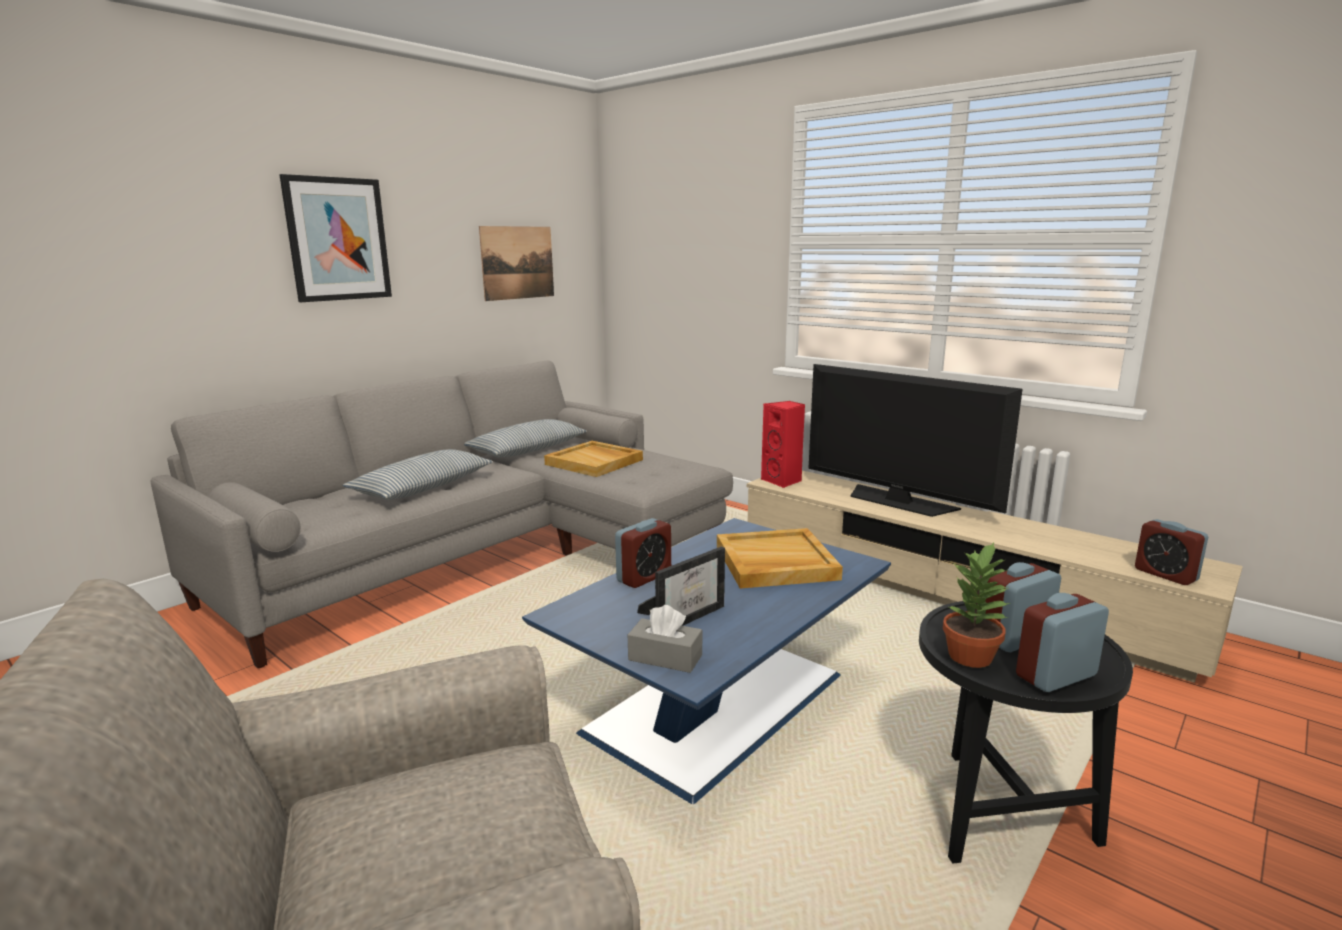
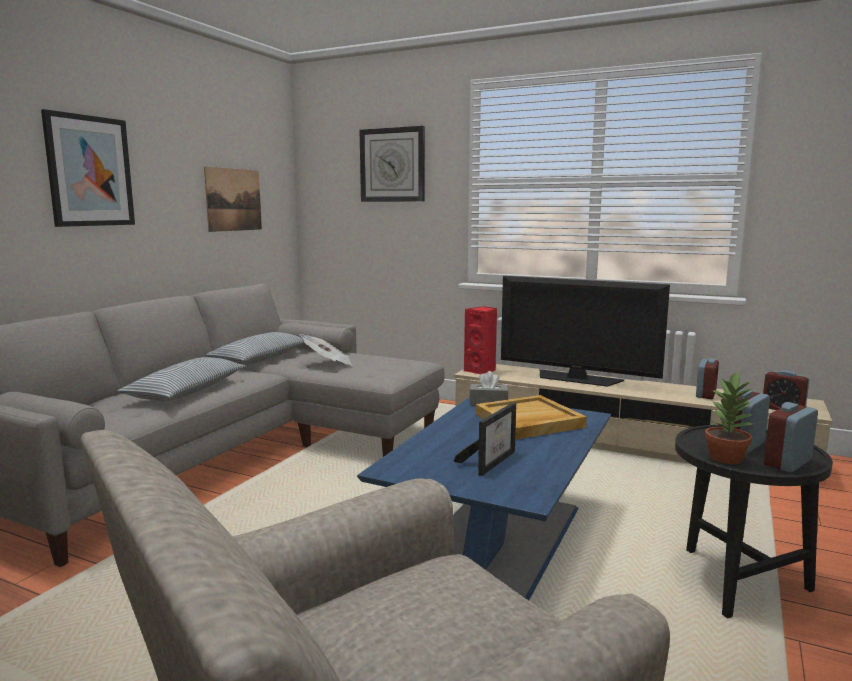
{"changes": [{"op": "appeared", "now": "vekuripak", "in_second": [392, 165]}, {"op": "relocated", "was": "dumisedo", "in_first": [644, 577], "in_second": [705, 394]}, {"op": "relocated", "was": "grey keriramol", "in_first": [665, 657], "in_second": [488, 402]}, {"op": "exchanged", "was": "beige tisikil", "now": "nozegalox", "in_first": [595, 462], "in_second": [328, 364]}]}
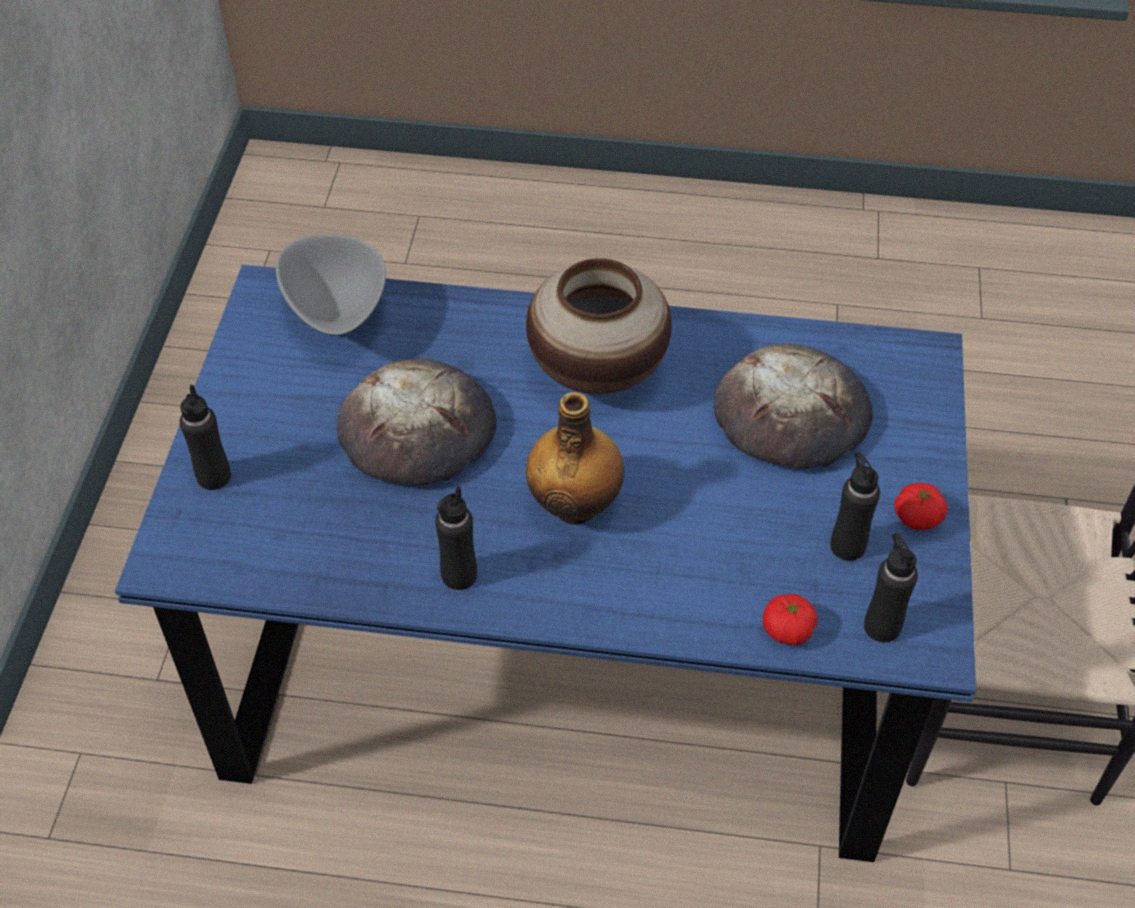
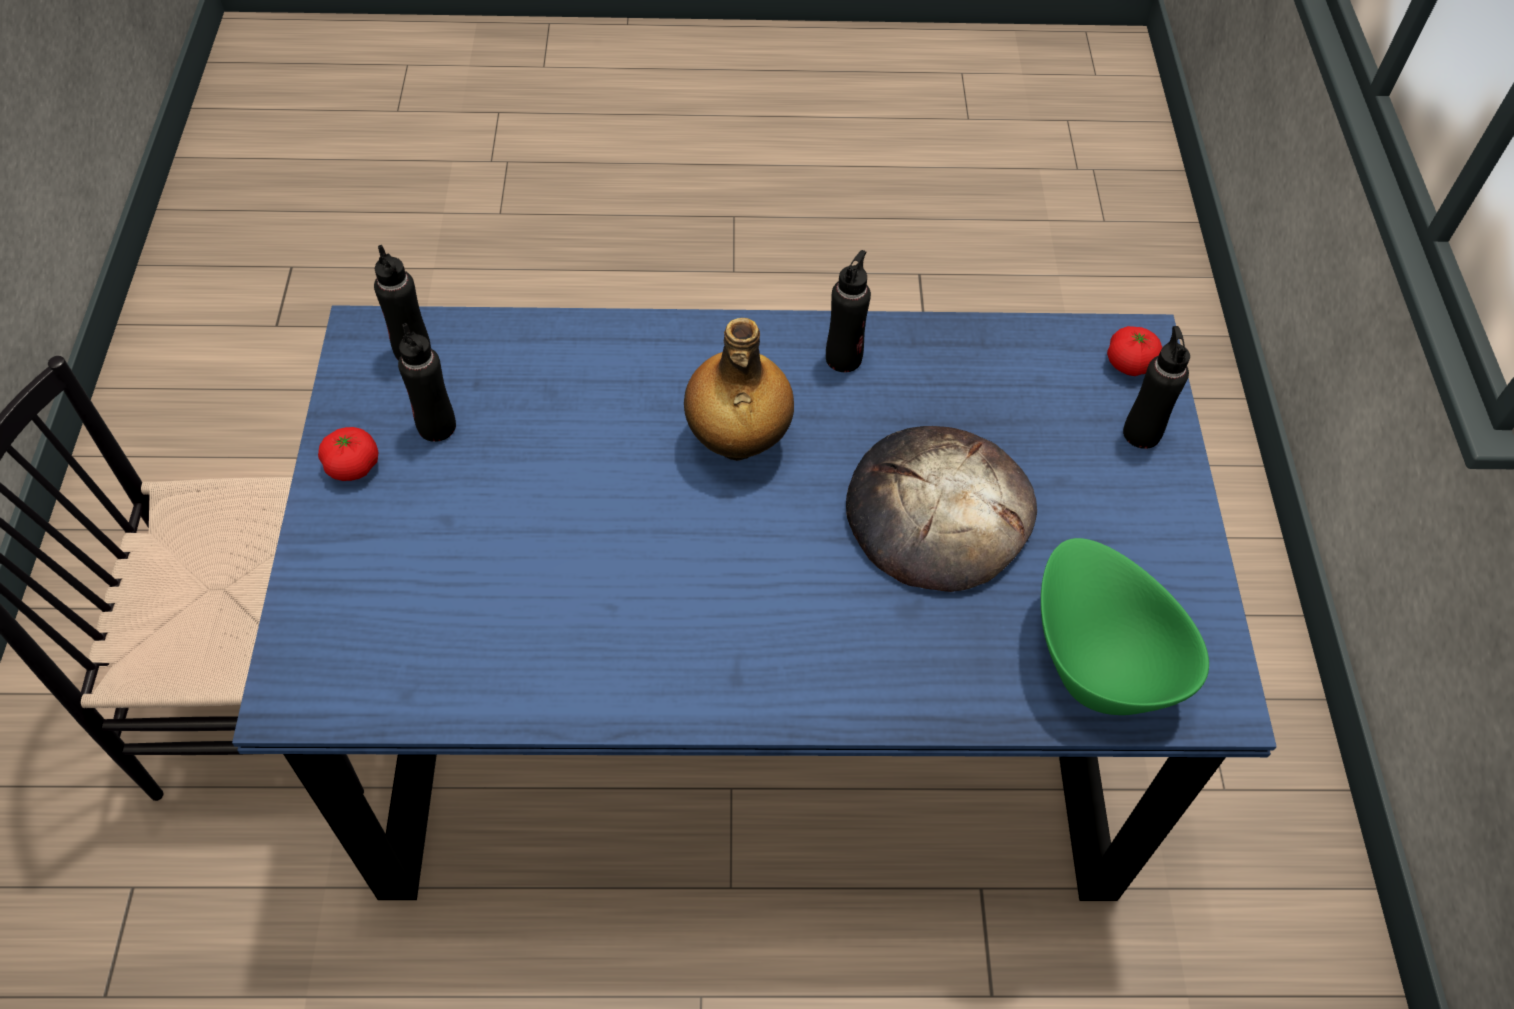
{"changes": [{"op": "missing", "was": "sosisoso", "in_first": [598, 372]}, {"op": "missing", "was": "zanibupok", "in_first": [792, 414]}, {"op": "relocated", "was": "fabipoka", "in_first": [787, 630], "in_second": [1129, 363]}, {"op": "colour", "was": "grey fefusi", "now": "green fefusi", "in_first": [337, 320], "in_second": [1099, 661]}]}
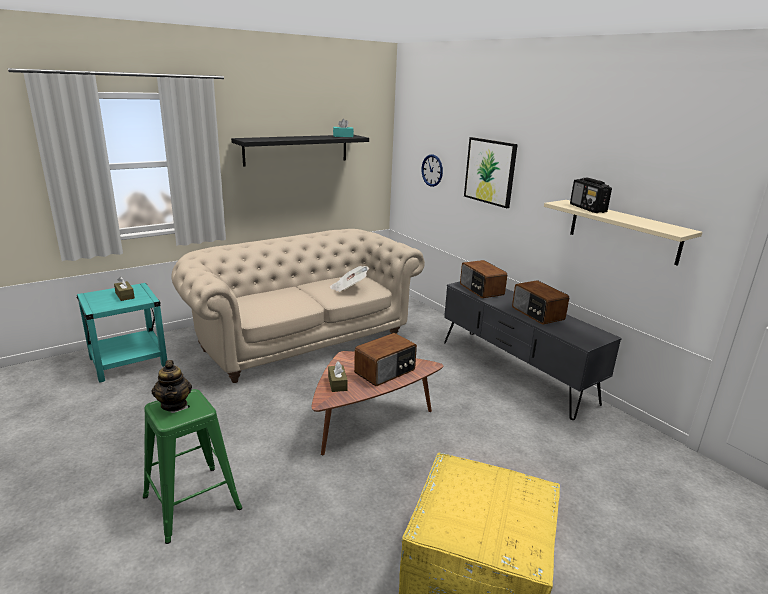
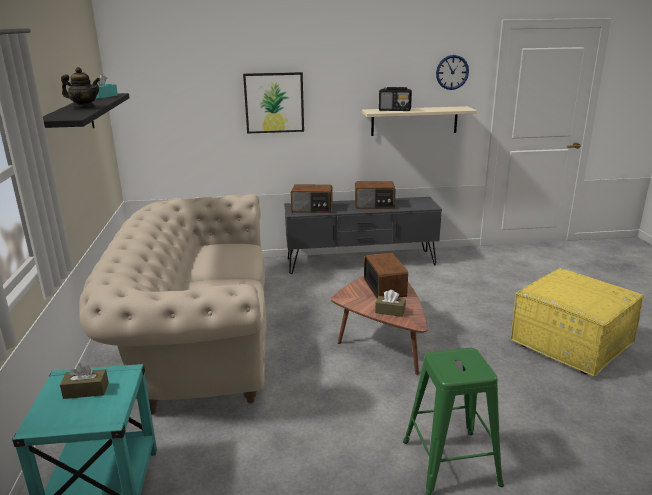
{"changes": [{"op": "missing", "was": "nozegalox", "in_first": [348, 288]}, {"op": "relocated", "was": "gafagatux", "in_first": [174, 404], "in_second": [84, 107]}, {"op": "relocated", "was": "vekuripak", "in_first": [432, 170], "in_second": [452, 72]}]}
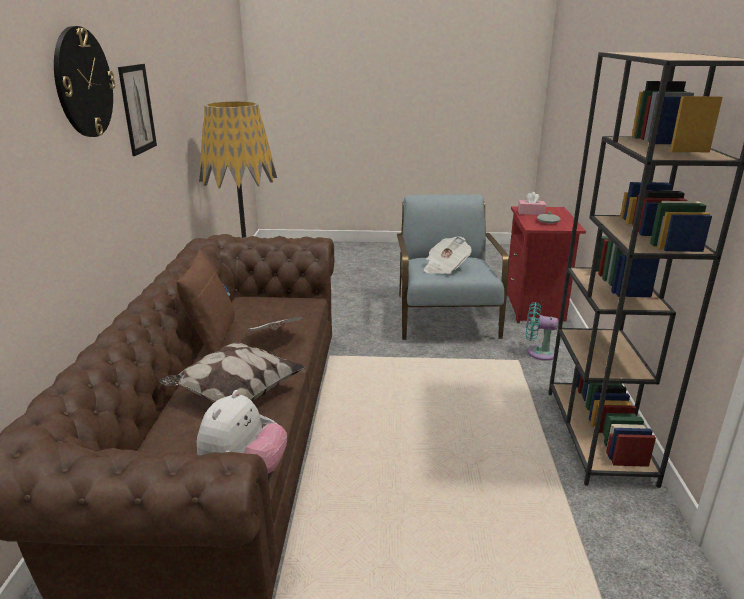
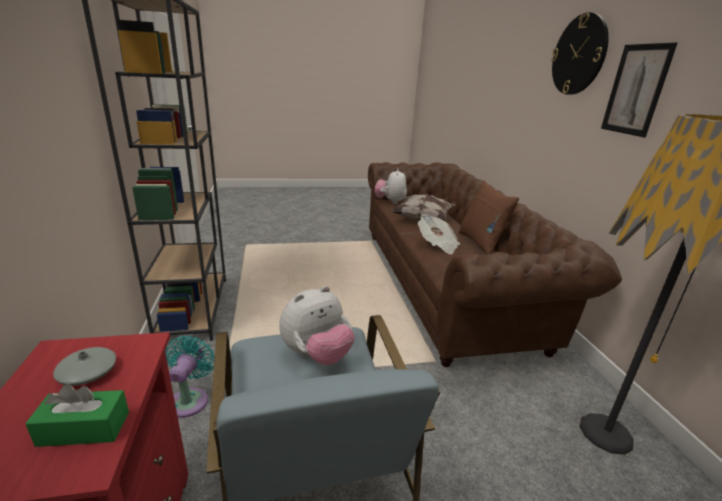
{"changes": [{"op": "exchanged", "was": "nozegalox", "now": "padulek", "in_first": [445, 268], "in_second": [317, 355]}, {"op": "colour", "was": "pink keriramol", "now": "green keriramol", "in_first": [531, 213], "in_second": [84, 428]}, {"op": "spun", "was": "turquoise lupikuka", "in_first": [538, 352], "in_second": [190, 399], "clockwise": -90}]}
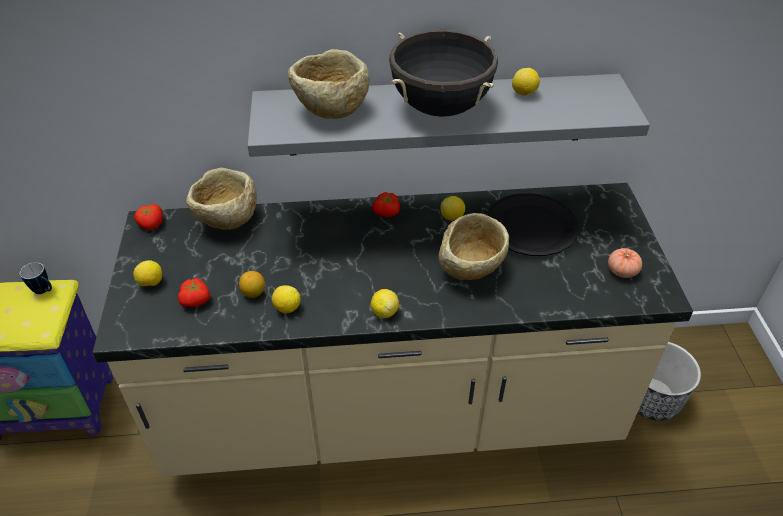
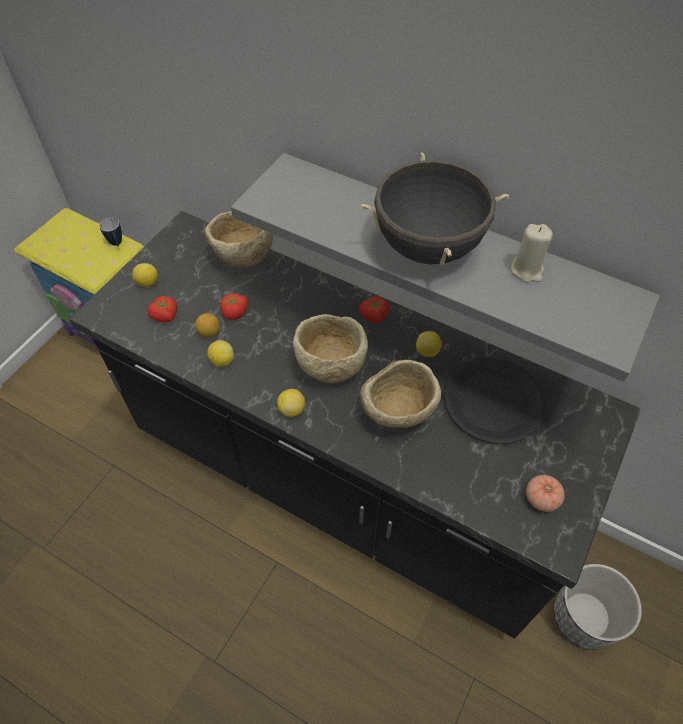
{"changes": [{"op": "relocated", "was": "fabipoka", "in_first": [150, 224], "in_second": [234, 312]}, {"op": "relocated", "was": "beige fefusi", "in_first": [331, 110], "in_second": [330, 365]}, {"op": "exchanged", "was": "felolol", "now": "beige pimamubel", "in_first": [524, 93], "in_second": [527, 270]}, {"op": "colour", "was": "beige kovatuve", "now": "black kovatuve", "in_first": [391, 414], "in_second": [341, 482]}]}
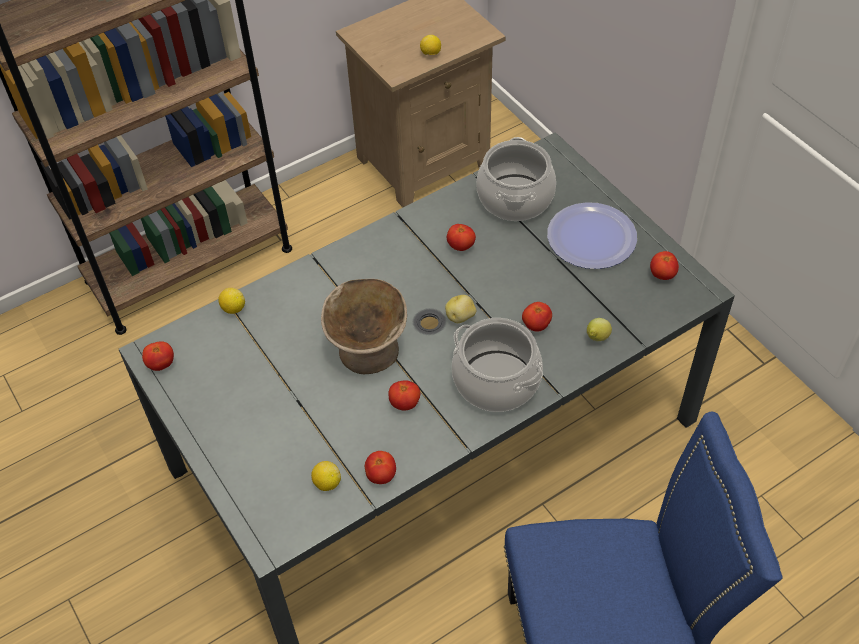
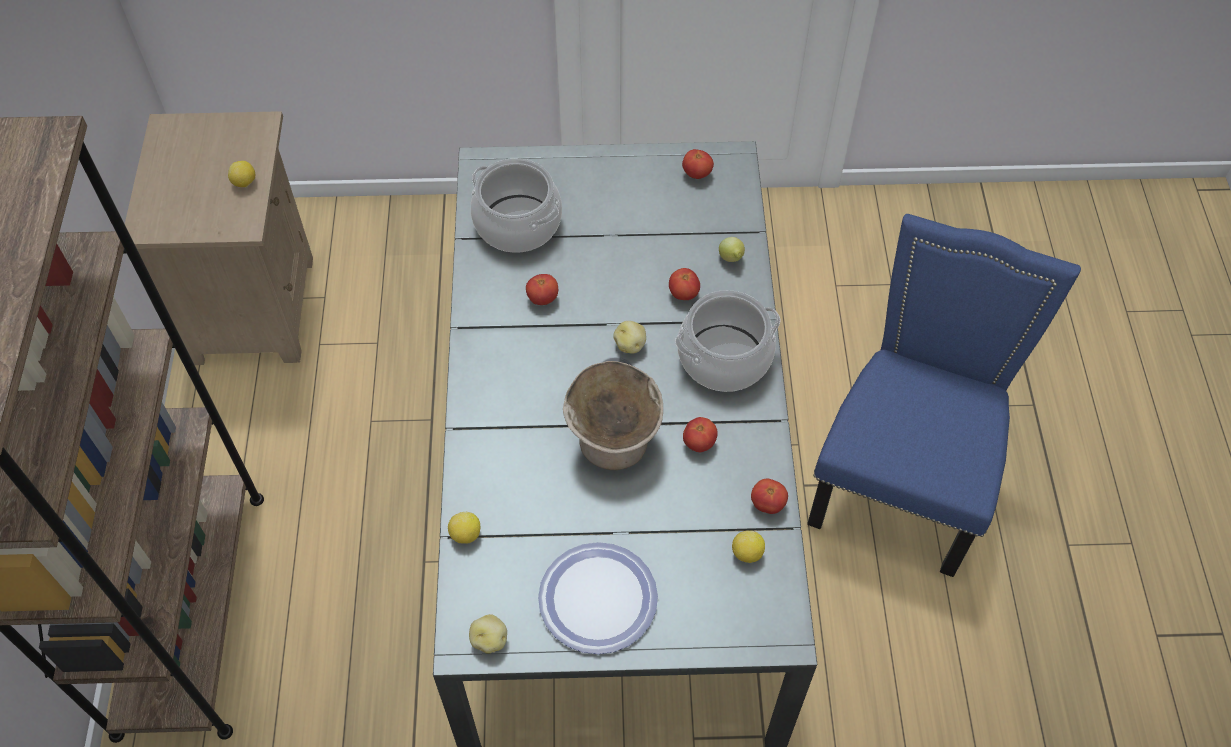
{"changes": [{"op": "relocated", "was": "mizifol", "in_first": [591, 237], "in_second": [597, 599]}, {"op": "exchanged", "was": "fabipoka", "now": "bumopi", "in_first": [161, 364], "in_second": [489, 639]}]}
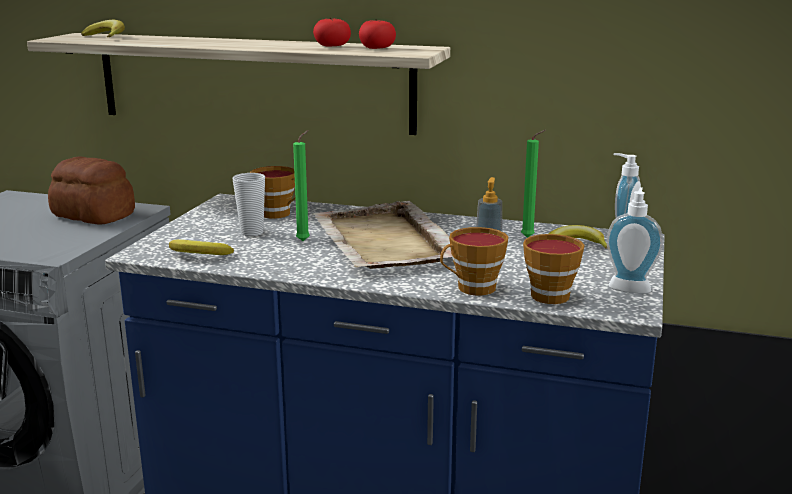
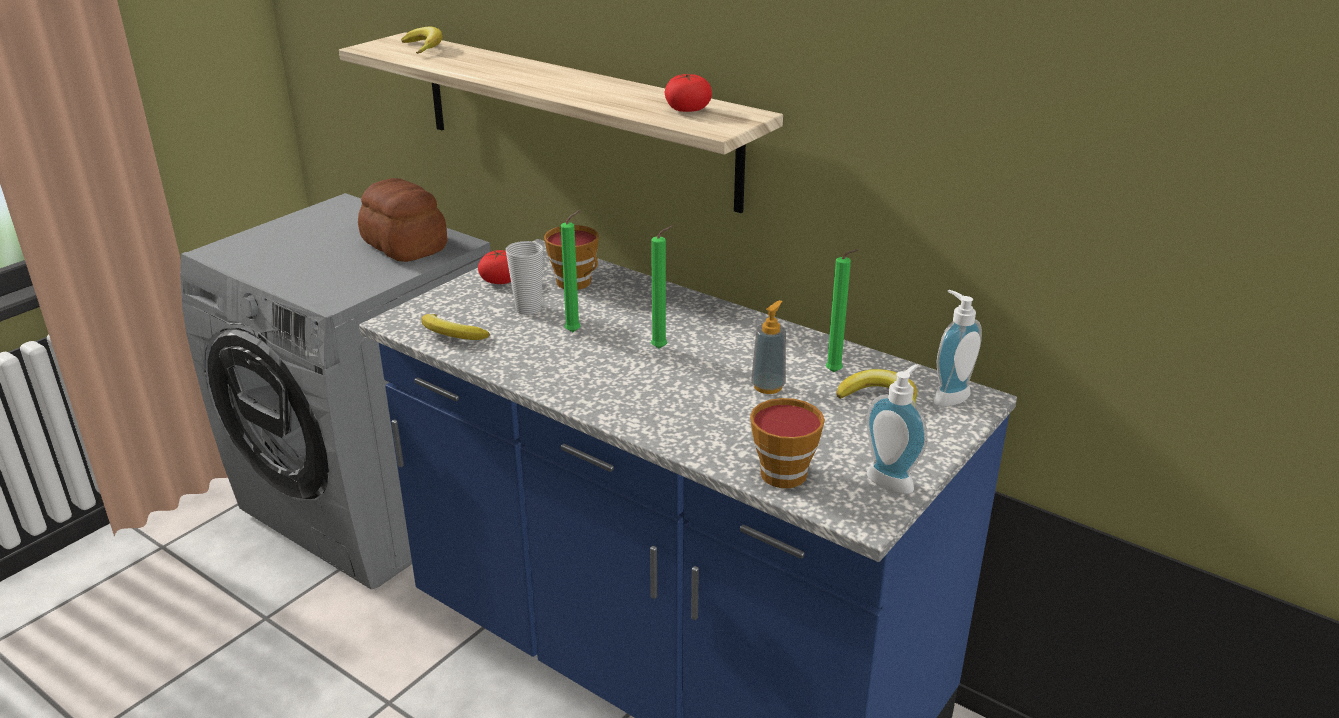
{"changes": [{"op": "missing", "was": "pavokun", "in_first": [472, 289]}, {"op": "relocated", "was": "fabipoka", "in_first": [332, 46], "in_second": [500, 281]}, {"op": "exchanged", "was": "beige tisikil", "now": "green pimamubel", "in_first": [385, 241], "in_second": [662, 348]}]}
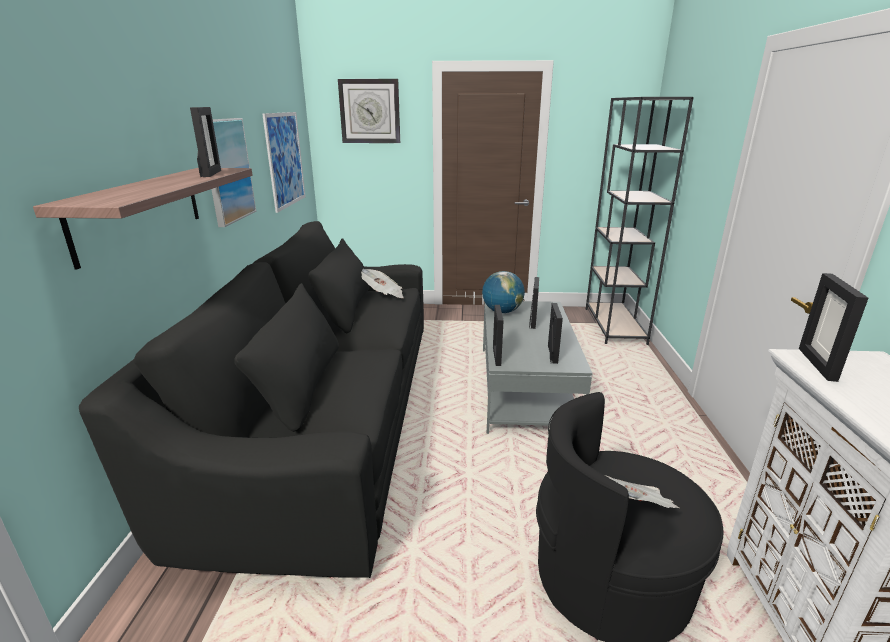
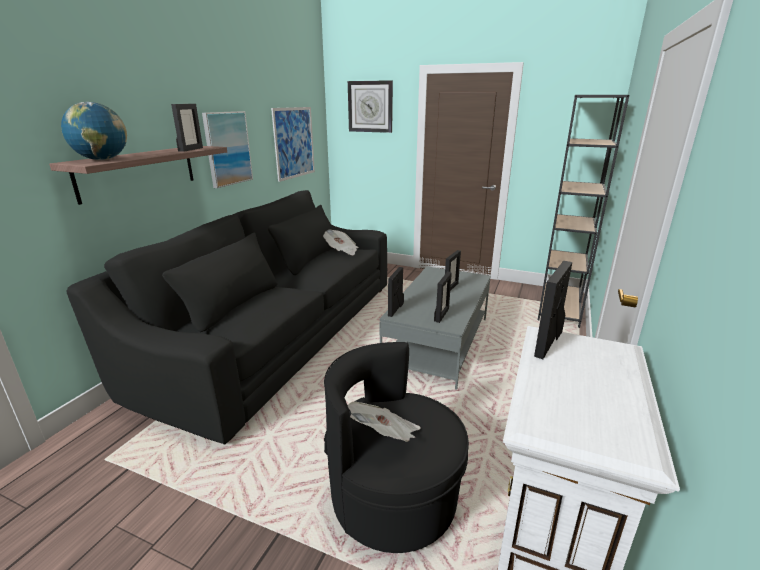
{"changes": [{"op": "relocated", "was": "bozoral", "in_first": [502, 312], "in_second": [102, 160]}]}
